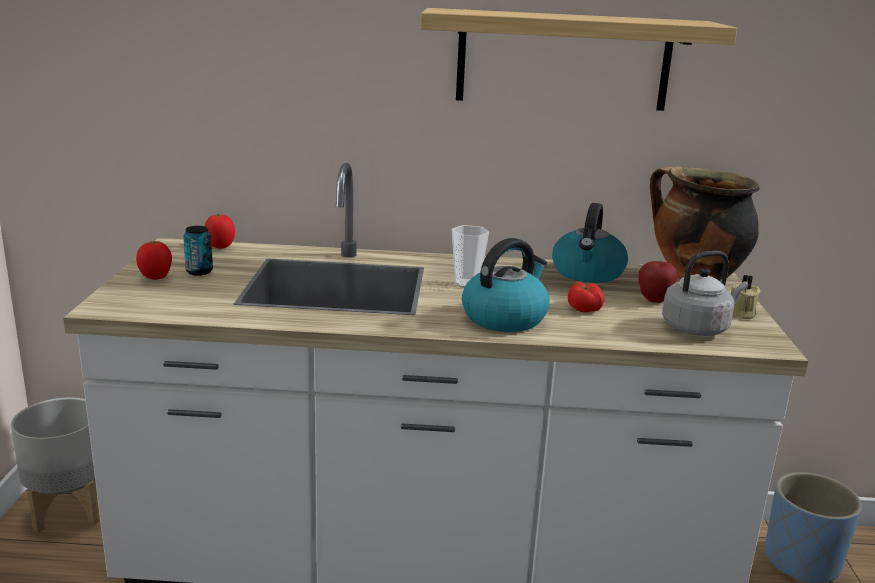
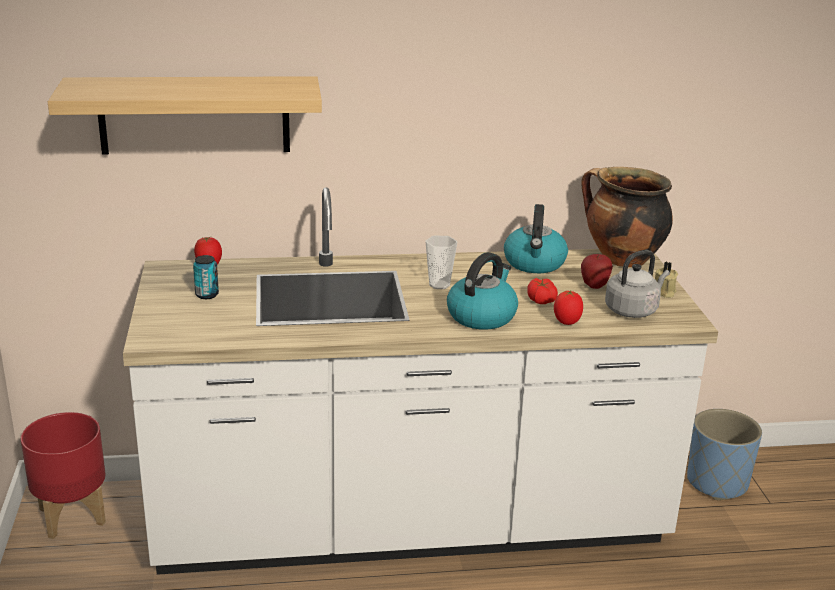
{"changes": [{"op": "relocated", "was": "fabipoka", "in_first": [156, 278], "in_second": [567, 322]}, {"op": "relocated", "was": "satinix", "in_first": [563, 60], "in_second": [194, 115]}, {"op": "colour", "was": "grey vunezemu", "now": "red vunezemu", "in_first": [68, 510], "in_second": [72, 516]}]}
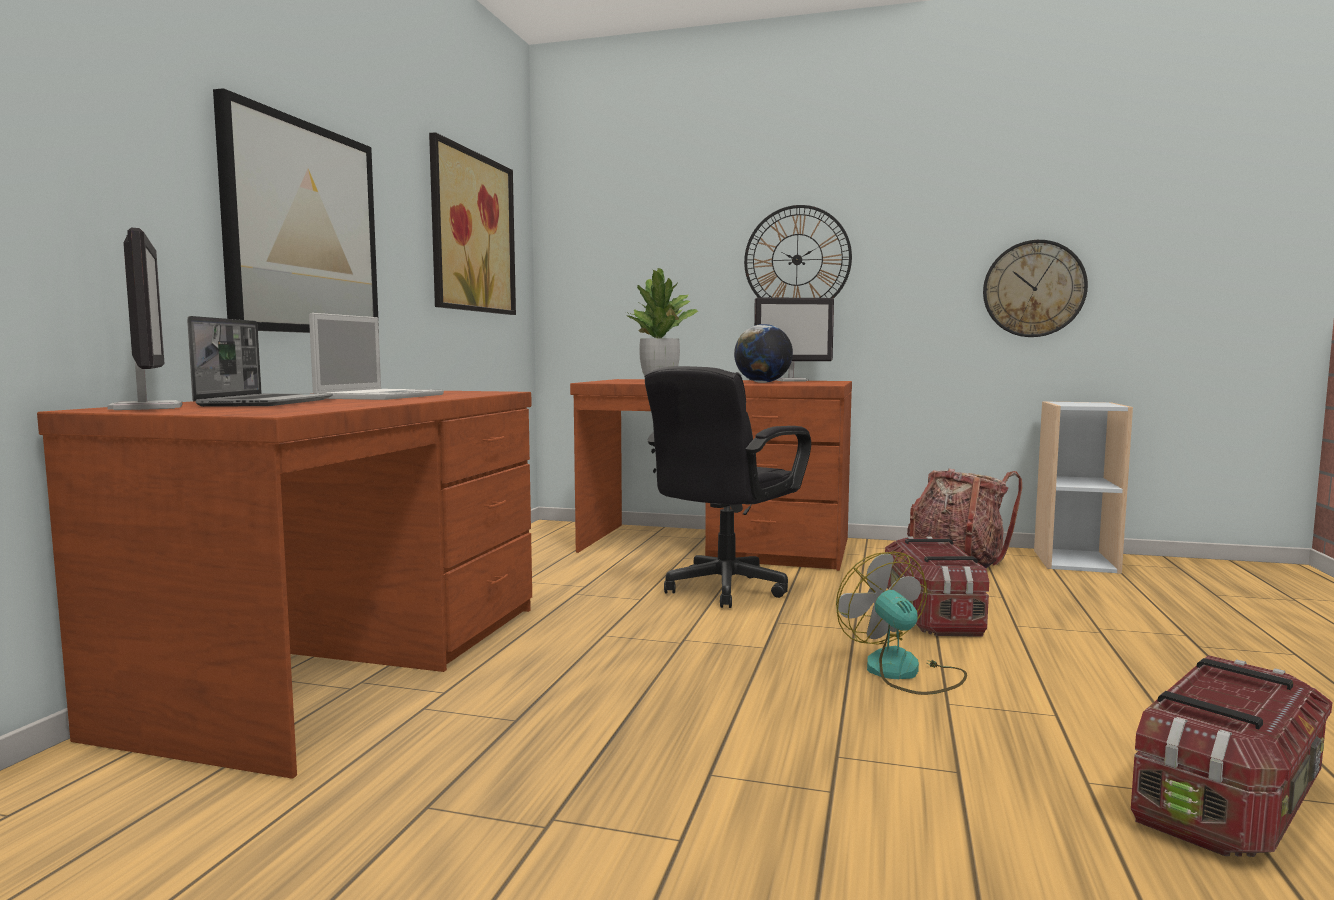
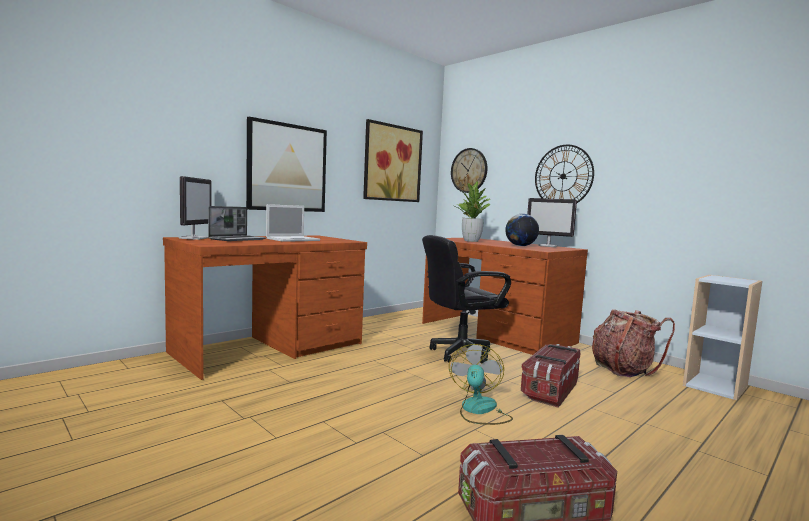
{"changes": [{"op": "relocated", "was": "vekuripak", "in_first": [1033, 289], "in_second": [469, 170]}]}
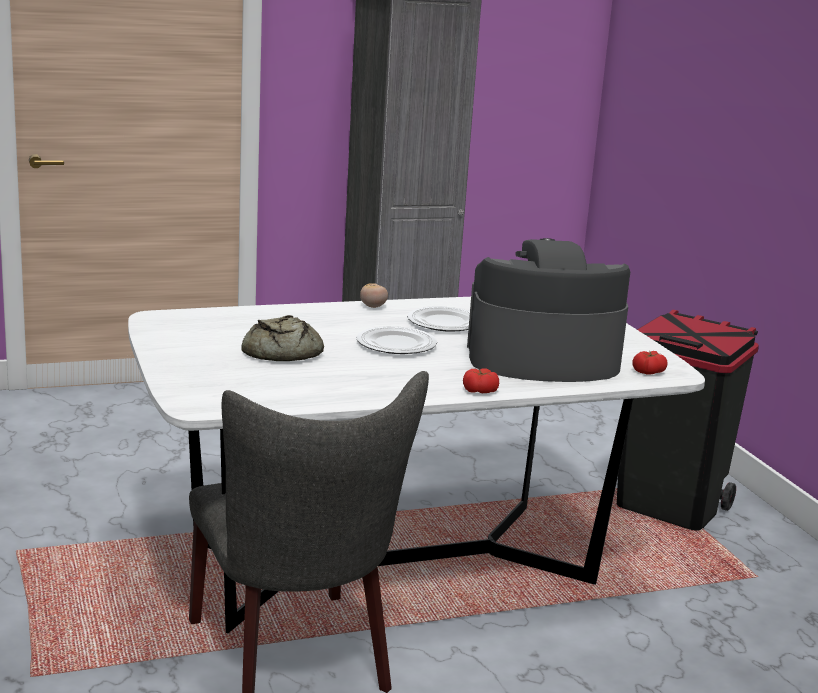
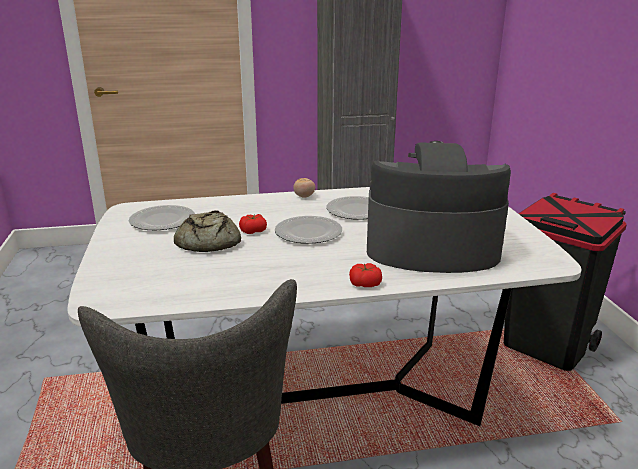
{"changes": [{"op": "appeared", "now": "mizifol", "in_second": [163, 221]}, {"op": "relocated", "was": "fabipoka", "in_first": [648, 372], "in_second": [253, 231]}]}
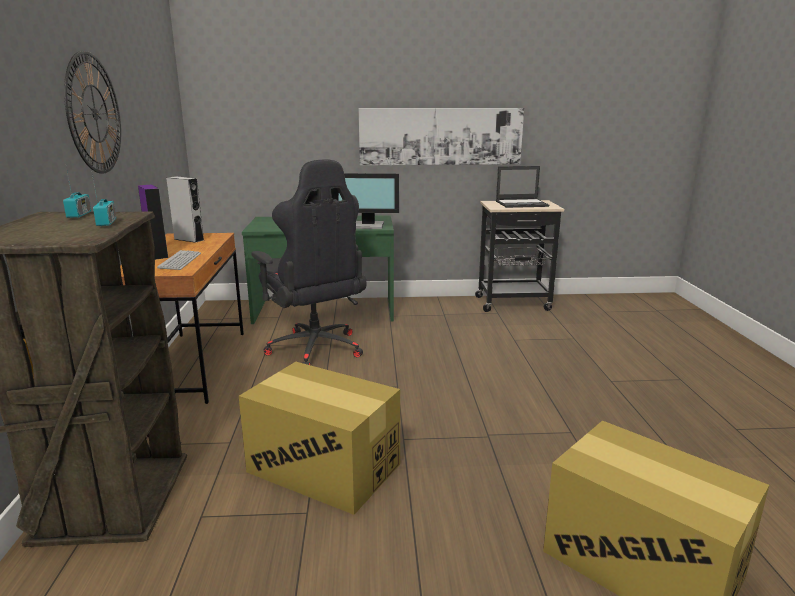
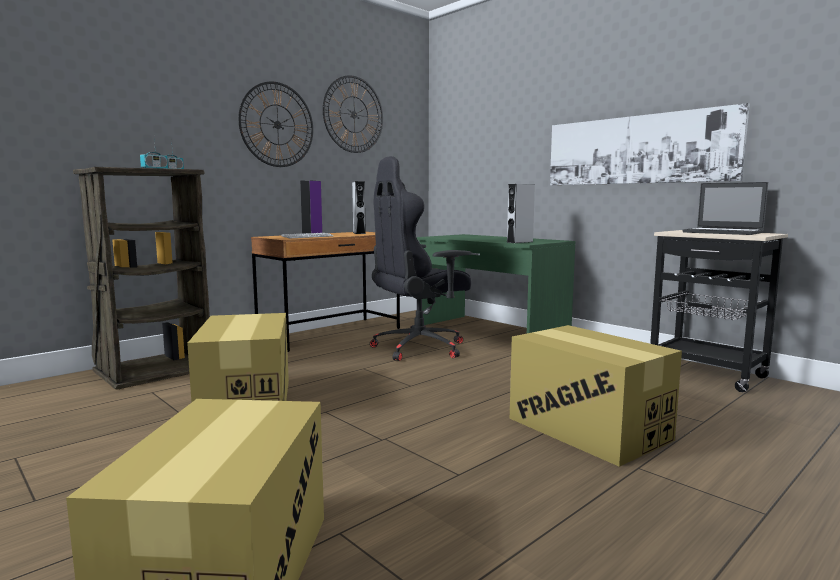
{"changes": [{"op": "appeared", "now": "vekuripak", "in_second": [354, 114]}, {"op": "appeared", "now": "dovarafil", "in_second": [588, 429]}, {"op": "exchanged", "was": "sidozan", "now": "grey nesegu", "in_first": [368, 226], "in_second": [519, 242]}, {"op": "spun", "was": "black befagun", "in_first": [315, 348], "in_second": [420, 348], "clockwise": 45}]}
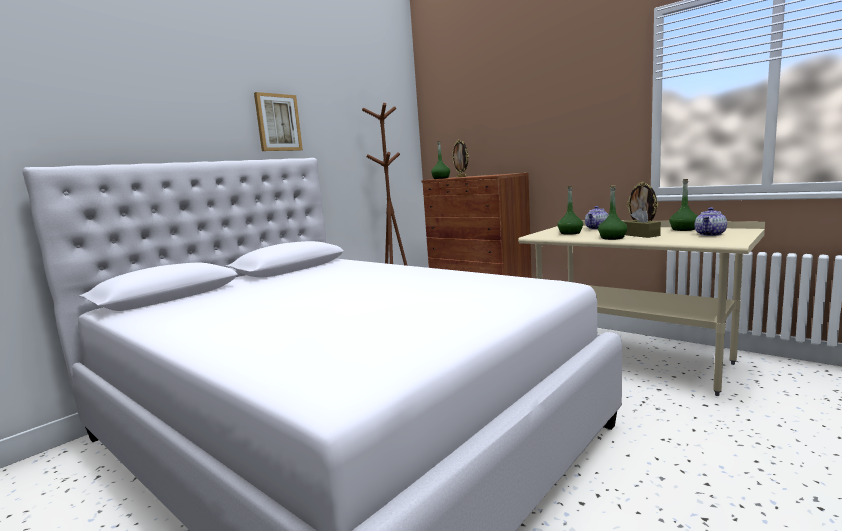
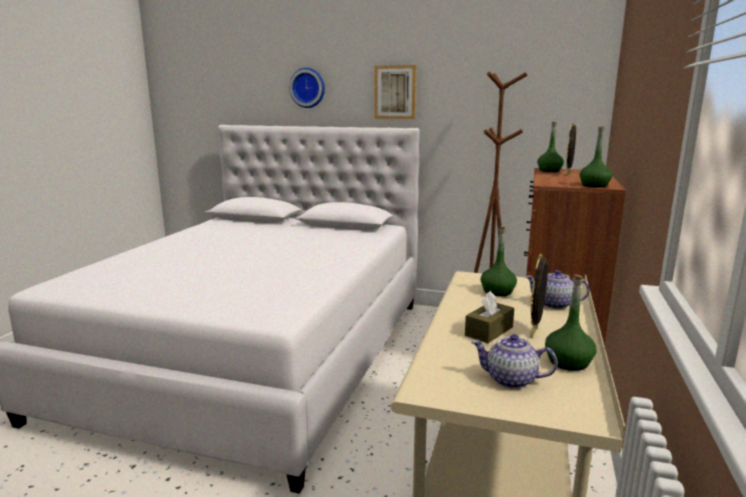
{"changes": [{"op": "appeared", "now": "vekuripak", "in_second": [308, 88]}, {"op": "relocated", "was": "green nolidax", "in_first": [612, 238], "in_second": [594, 185]}]}
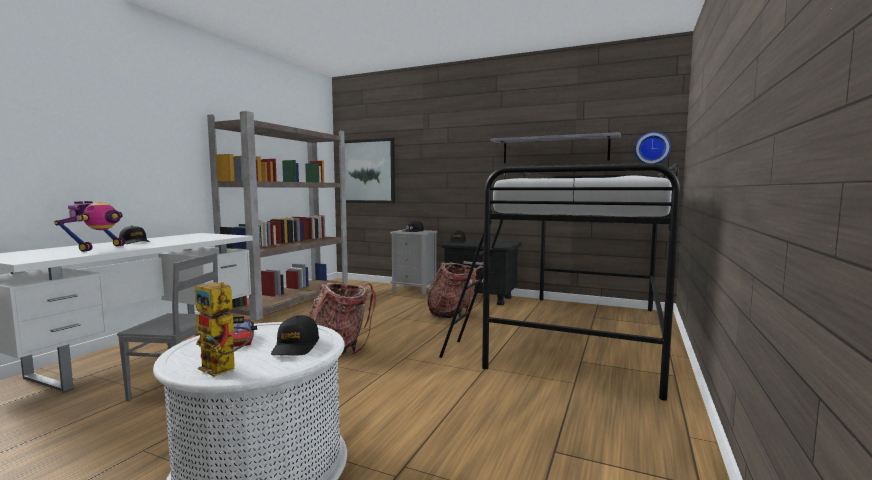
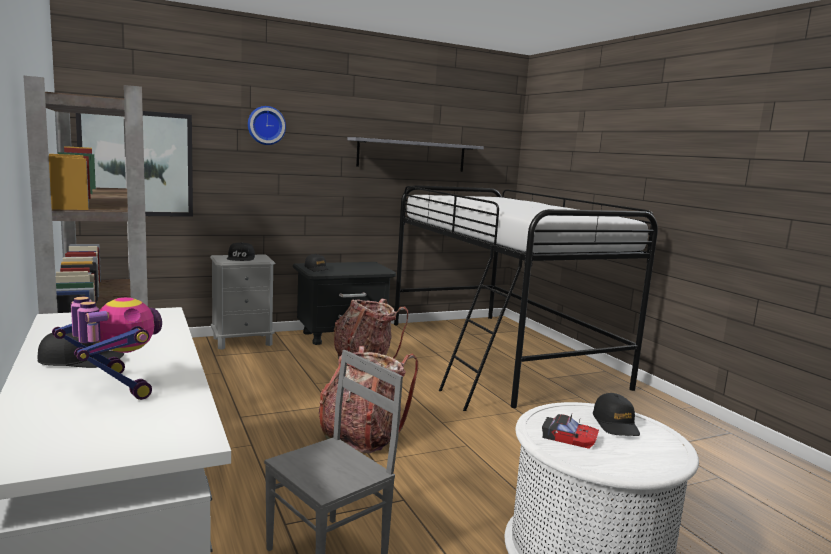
{"changes": [{"op": "missing", "was": "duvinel", "in_first": [224, 369]}, {"op": "relocated", "was": "vekuripak", "in_first": [652, 148], "in_second": [266, 125]}, {"op": "spun", "was": "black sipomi", "in_first": [296, 346], "in_second": [616, 424], "clockwise": 45}]}
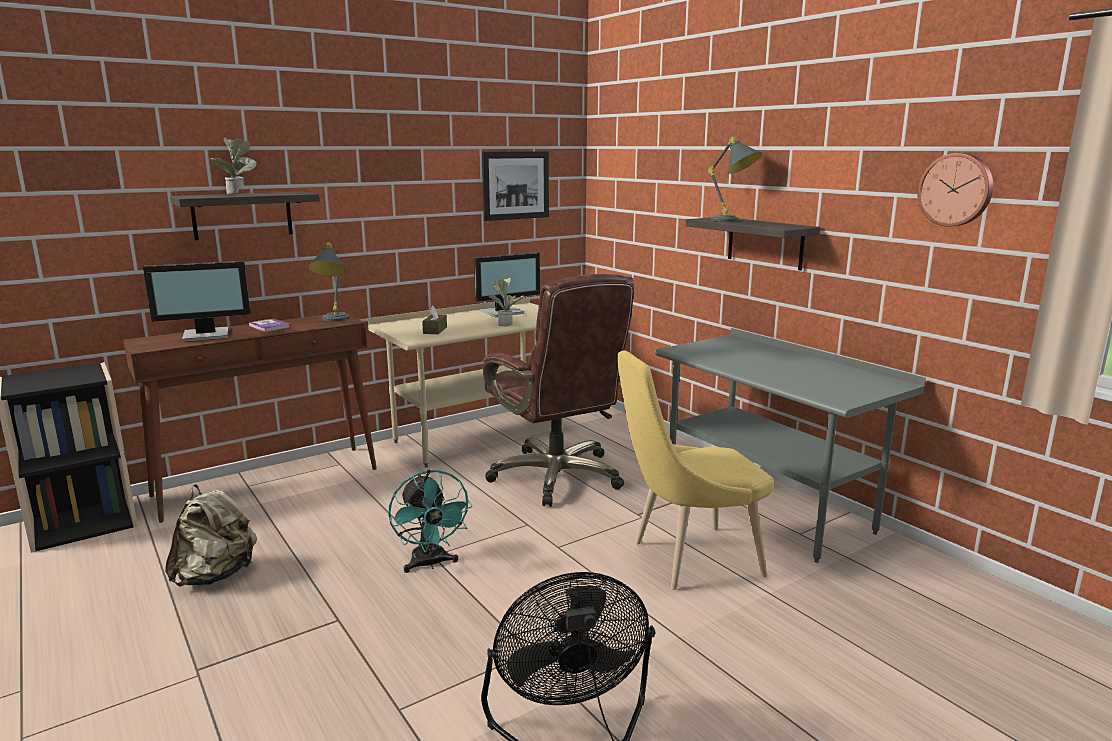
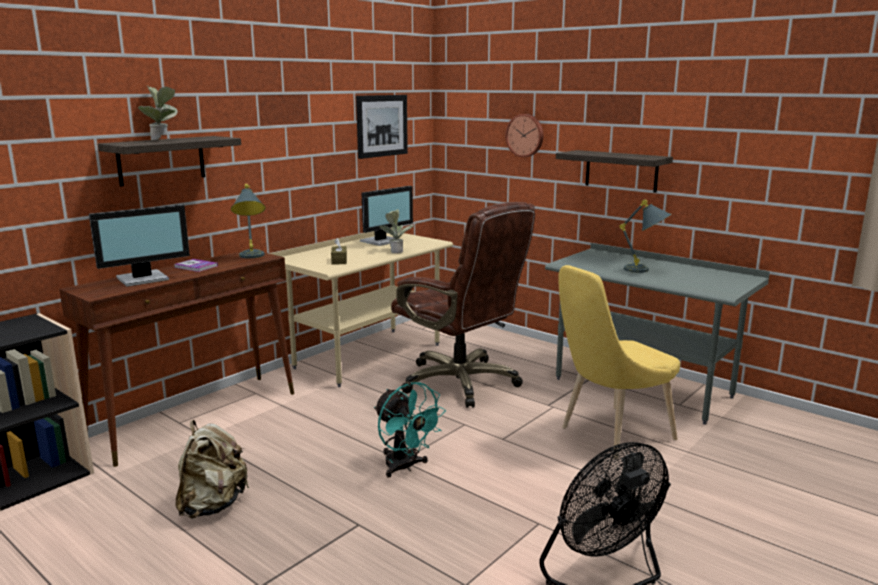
{"changes": [{"op": "relocated", "was": "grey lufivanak", "in_first": [733, 221], "in_second": [645, 271]}, {"op": "relocated", "was": "vekuripak", "in_first": [956, 189], "in_second": [525, 135]}]}
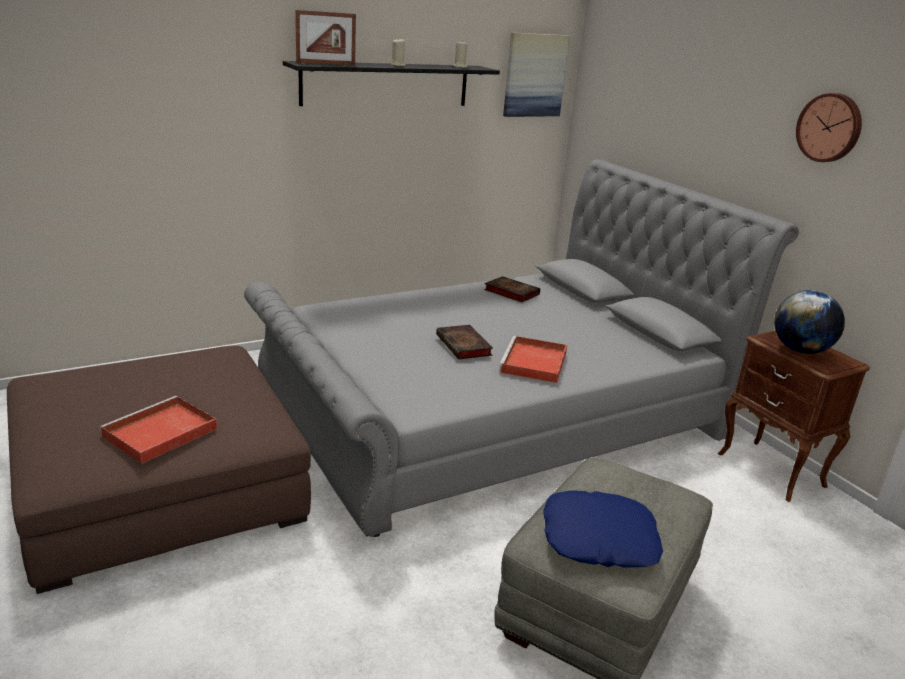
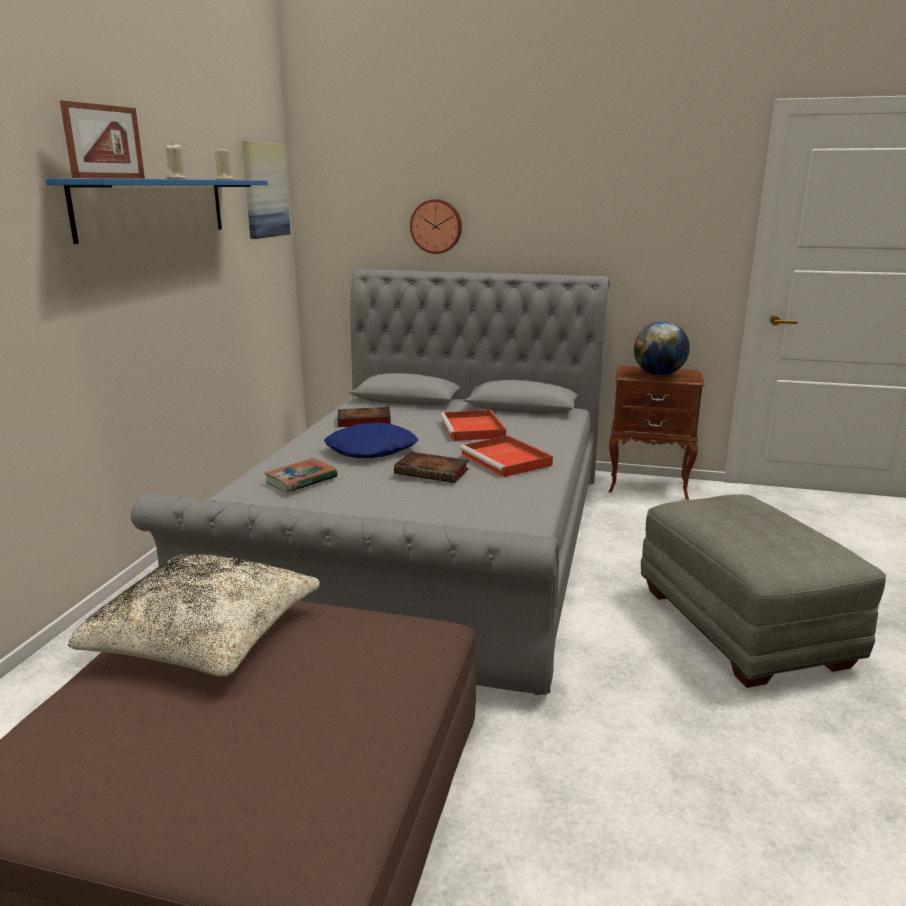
{"changes": [{"op": "appeared", "now": "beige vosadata", "in_second": [205, 634]}, {"op": "appeared", "now": "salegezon", "in_second": [301, 480]}, {"op": "relocated", "was": "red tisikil", "in_first": [159, 433], "in_second": [473, 429]}, {"op": "relocated", "was": "blue vosadata", "in_first": [599, 538], "in_second": [371, 450]}, {"op": "relocated", "was": "vekuripak", "in_first": [830, 127], "in_second": [436, 226]}, {"op": "colour", "was": "black satinix", "now": "blue satinix", "in_first": [386, 84], "in_second": [154, 208]}]}
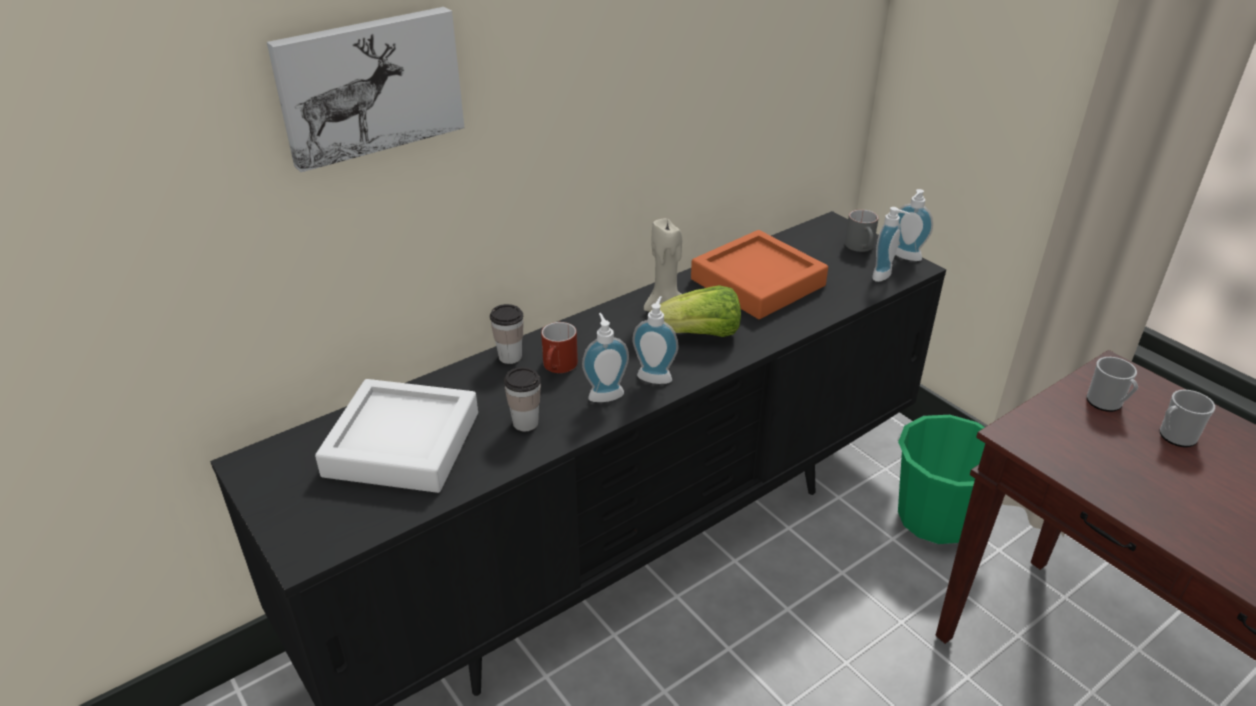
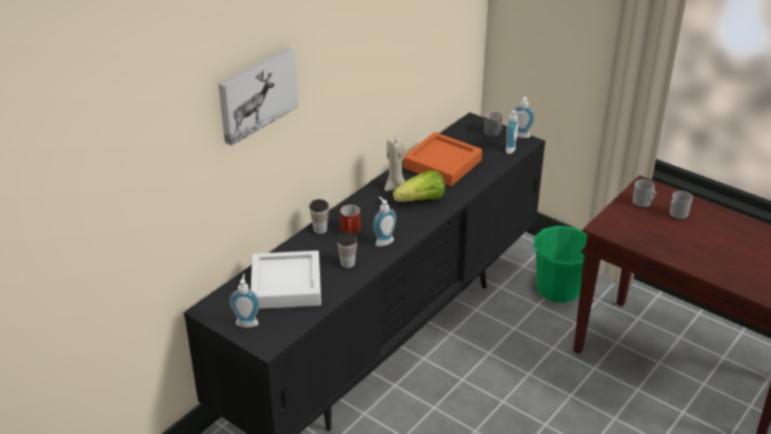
{"changes": [{"op": "relocated", "was": "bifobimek", "in_first": [655, 375], "in_second": [247, 322]}]}
